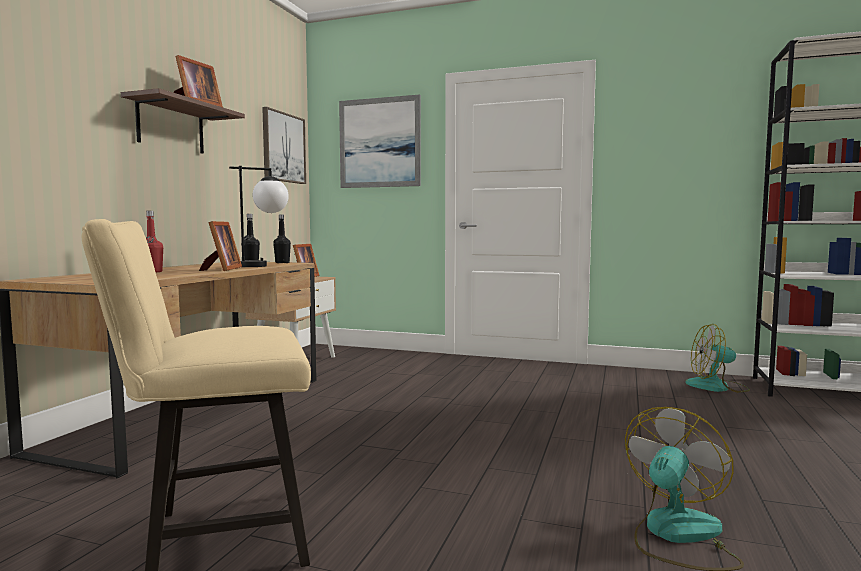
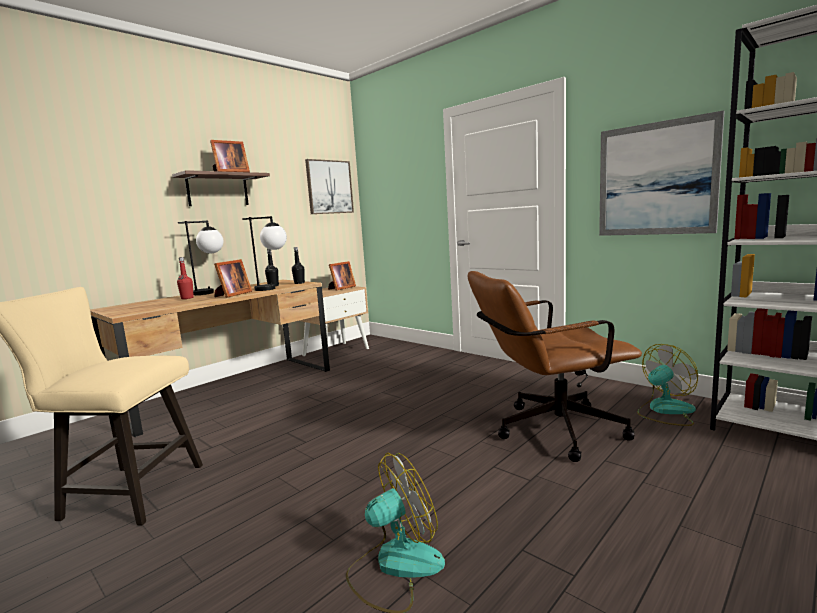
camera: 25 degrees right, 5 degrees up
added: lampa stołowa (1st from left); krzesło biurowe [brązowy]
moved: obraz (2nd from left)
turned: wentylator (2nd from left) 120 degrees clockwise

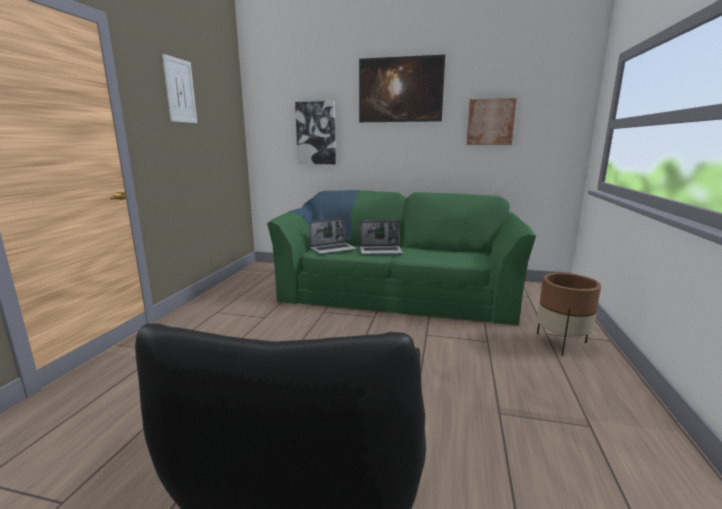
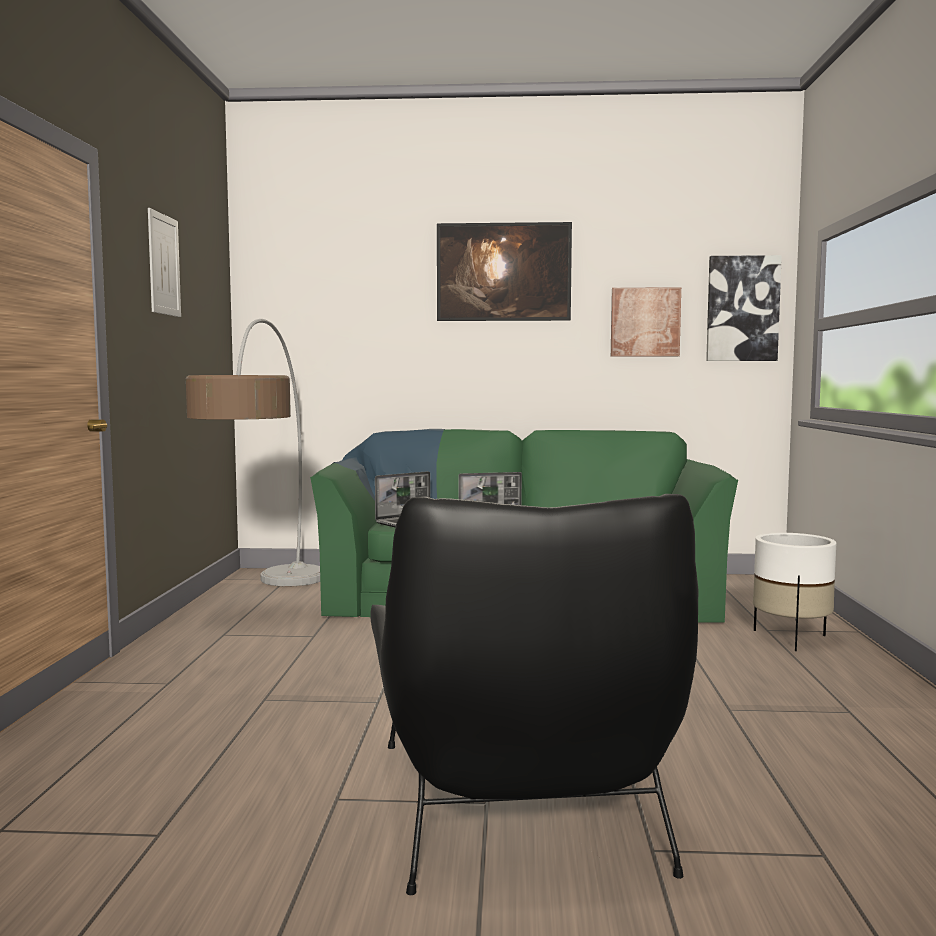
camera: 10 degrees left, 10 degrees down
added: lampa stojąca
moved: obraz (2nd from left in the first image) to obraz (4th from left)
recoloured: donica [brązowy] to donica [biały]

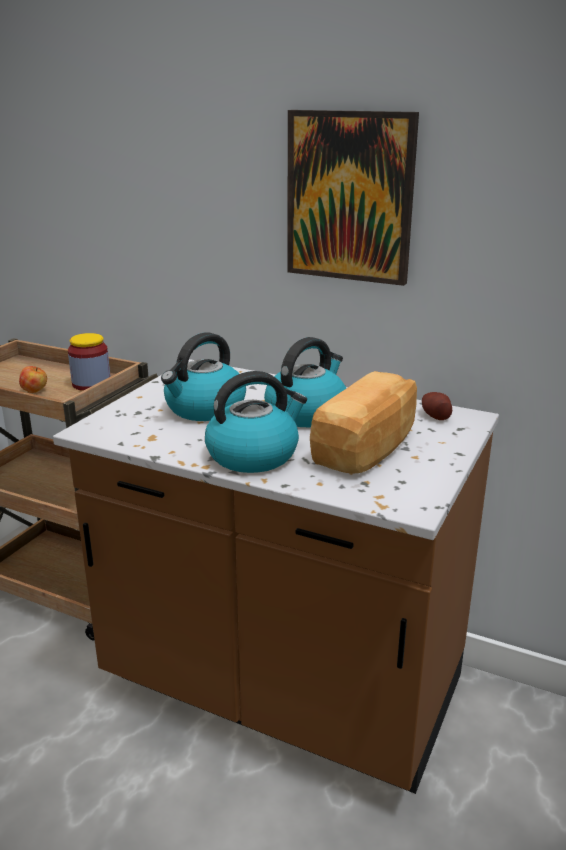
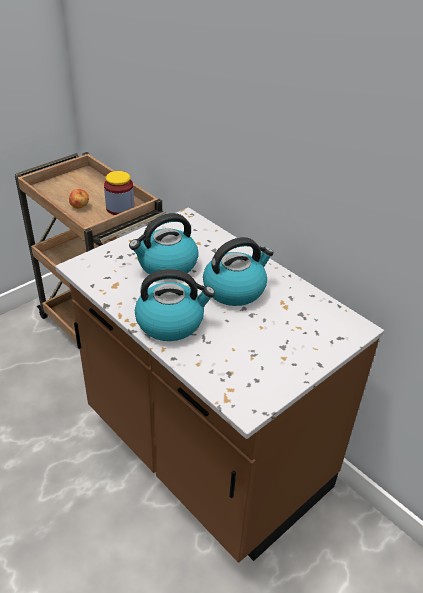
camera: 20 degrees right, 15 degrees up
removed: obraz; chleb; ziemniak

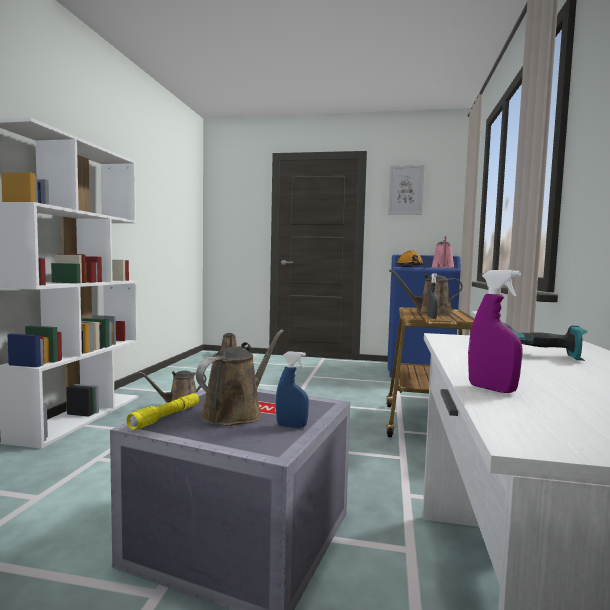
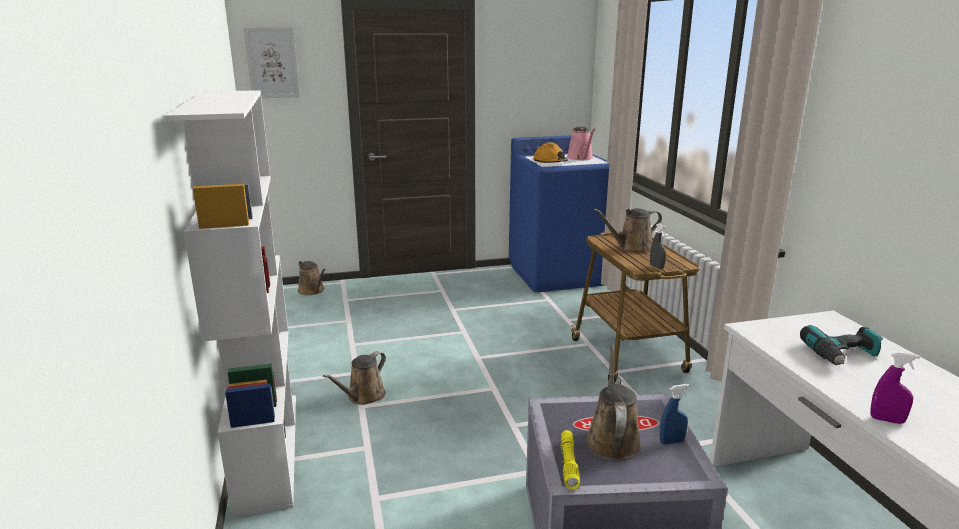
camera: 25 degrees left, 15 degrees up
moved: obraz

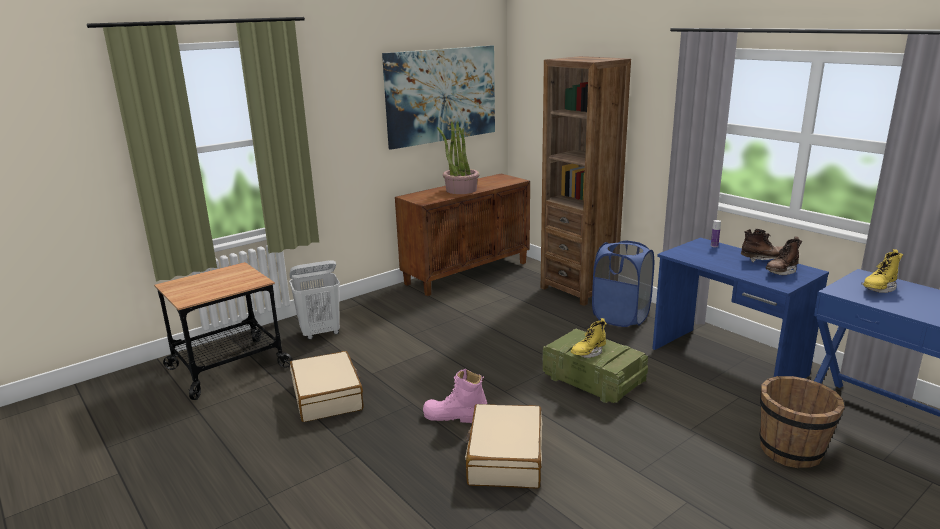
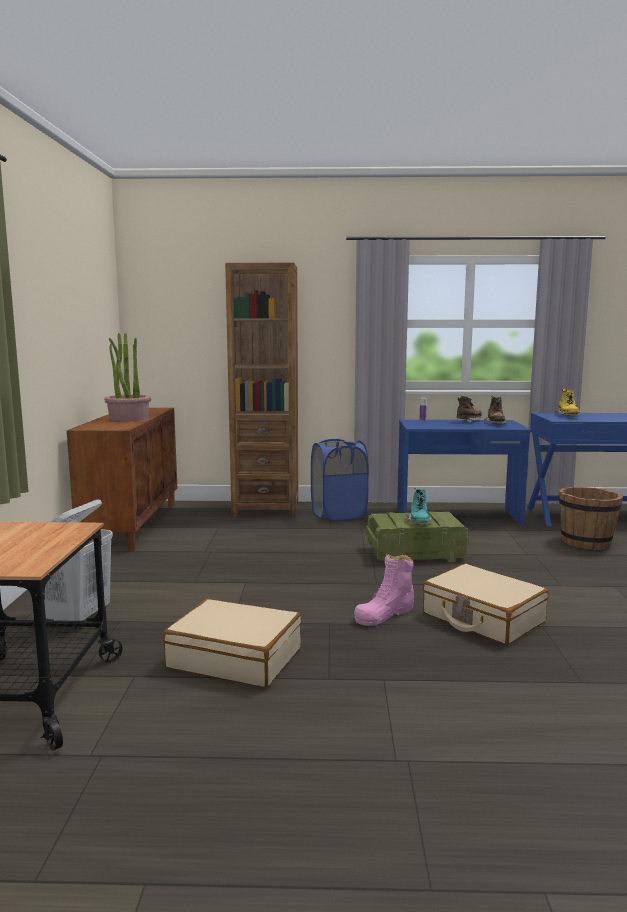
camera: 50 degrees left, 10 degrees down
removed: obraz
recoloured: but z cholewką [żółty] (1st from left) to but z cholewką [turkusowy]

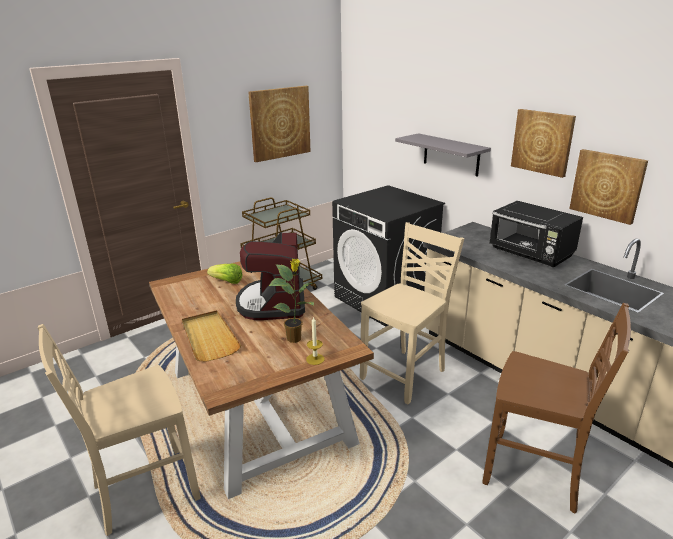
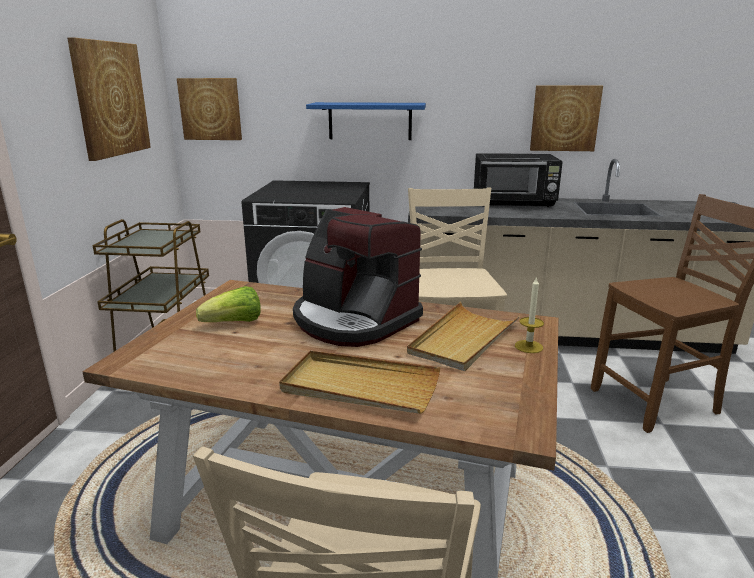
camera: 45 degrees left, 5 degrees down
moved: obraz (2nd from left)
replaced: roślina doniczkowa to taca [beżowy] (2nd from left)
recoloured: półka [szary] to półka [niebieski]

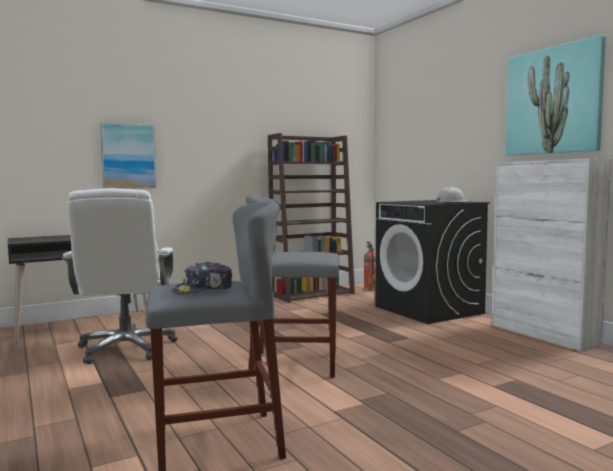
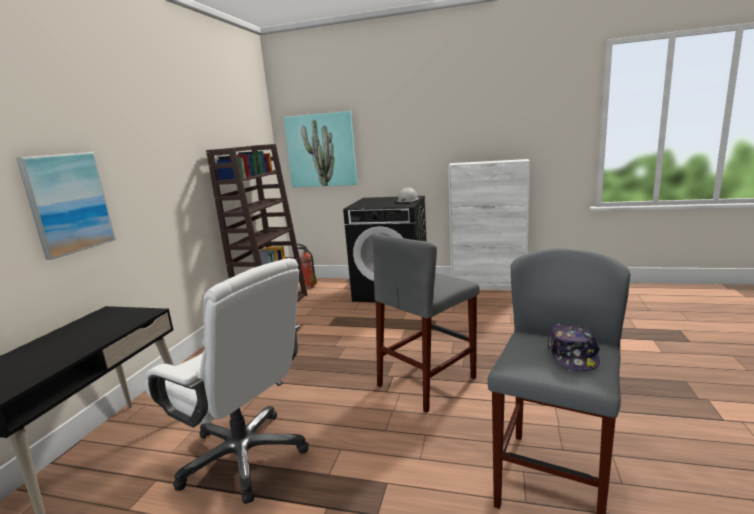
camera: 45 degrees left, 10 degrees up
moved: obraz (2nd from left)

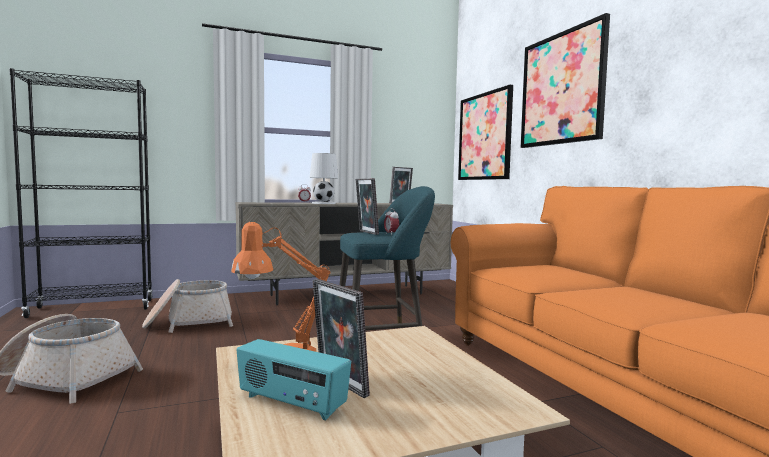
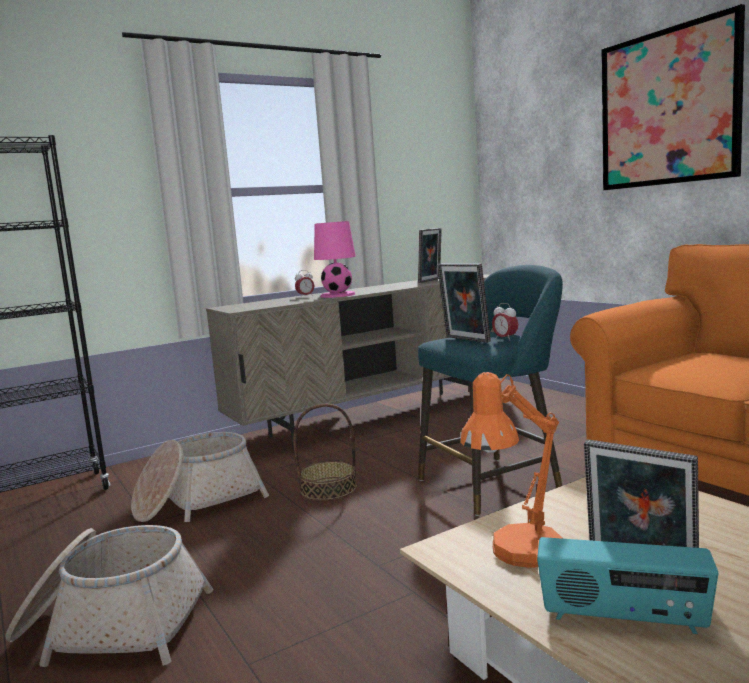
camera: 10 degrees left, 5 degrees up
removed: obraz (1st from left)
added: koszyk (3rd from left)
recoloured: lampa stołowa [biały] to lampa stołowa [różowy]

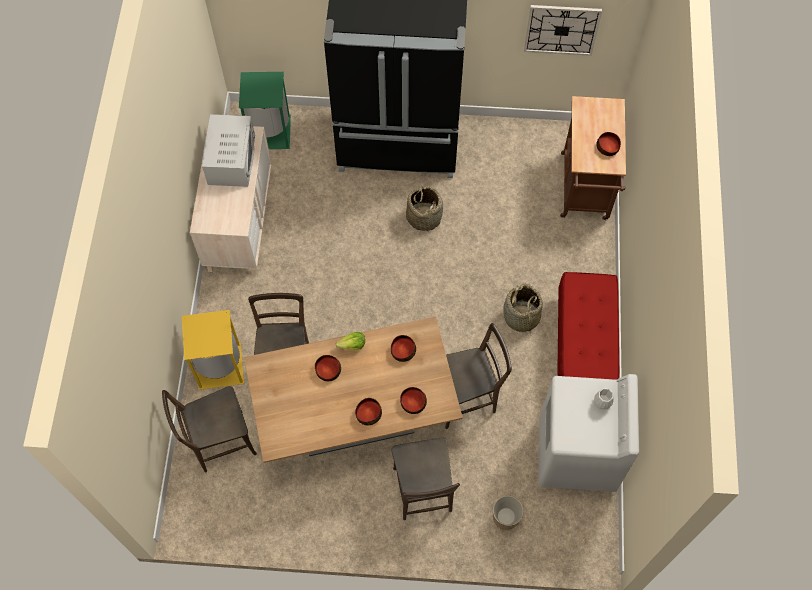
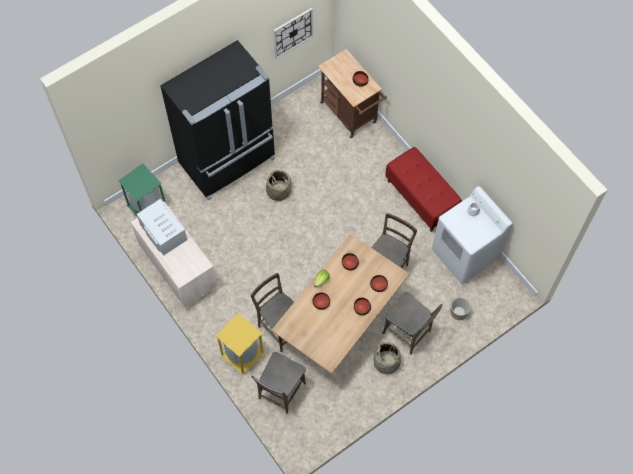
camera: 40 degrees left, 0 degrees up
moved: koszyk (2nd from left)

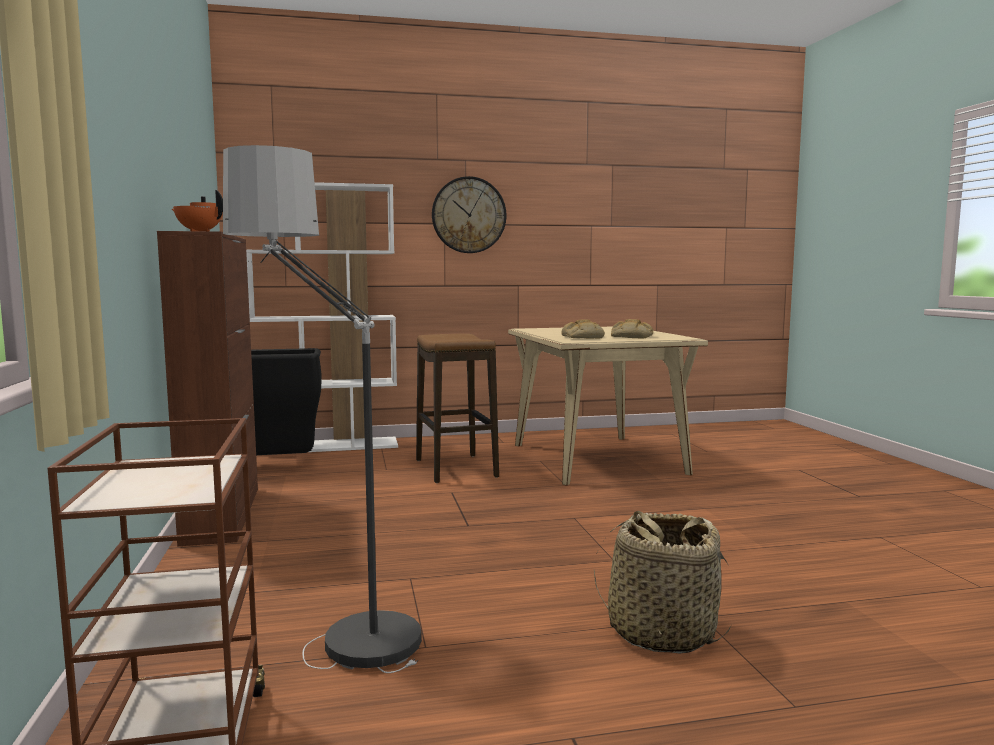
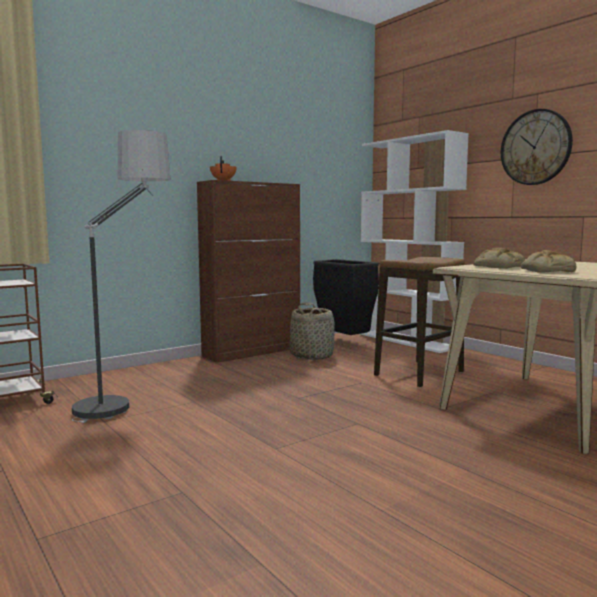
camera: 65 degrees right, 0 degrees up
moved: koszyk

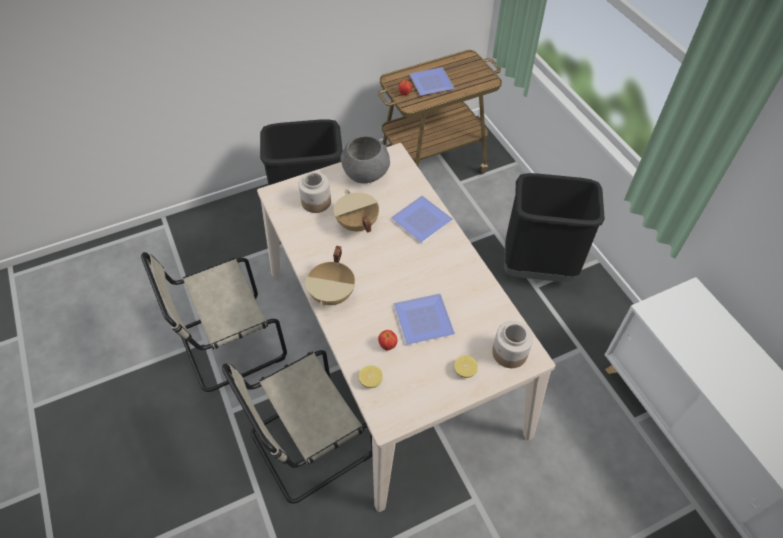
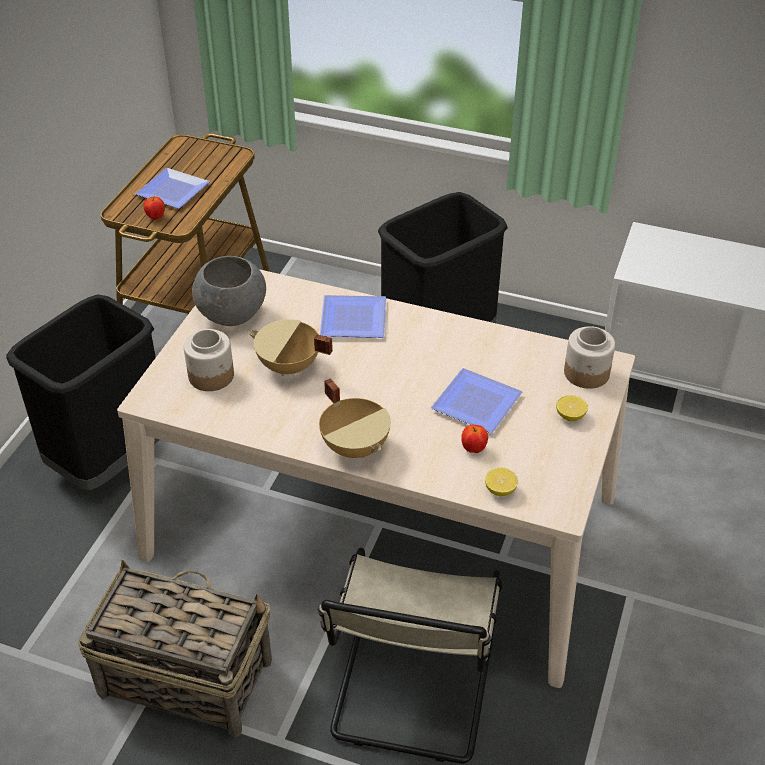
camera: 45 degrees left, 10 degrees down
replaced: krzesło [beżowy] (1st from left) to koszyk

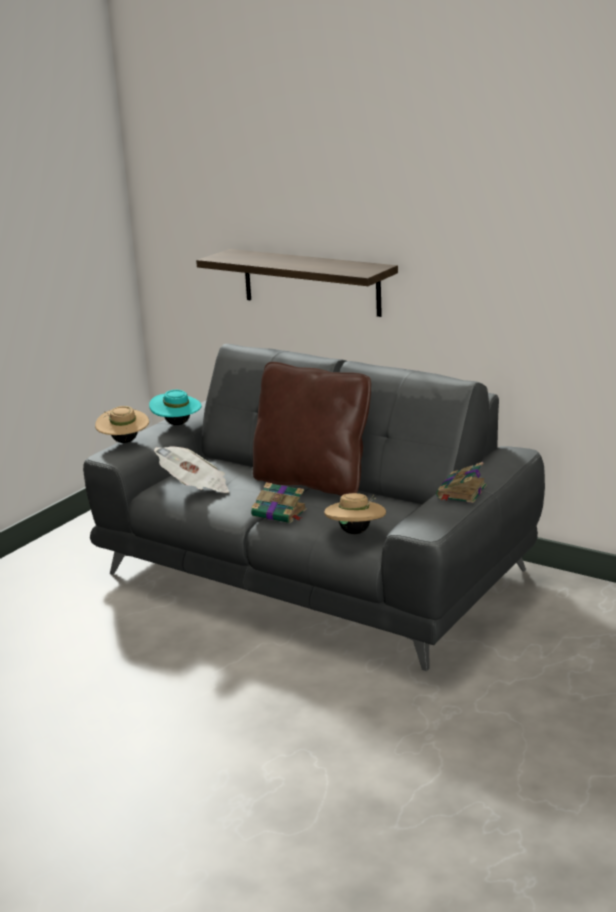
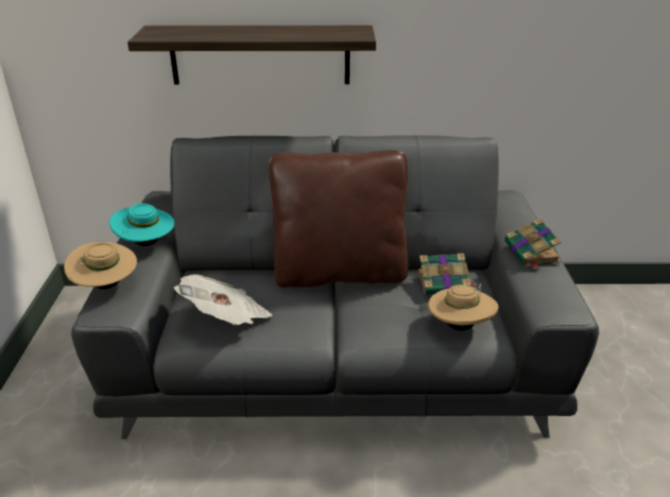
camera: 35 degrees left, 10 degrees up
moved: książka (1st from left)

